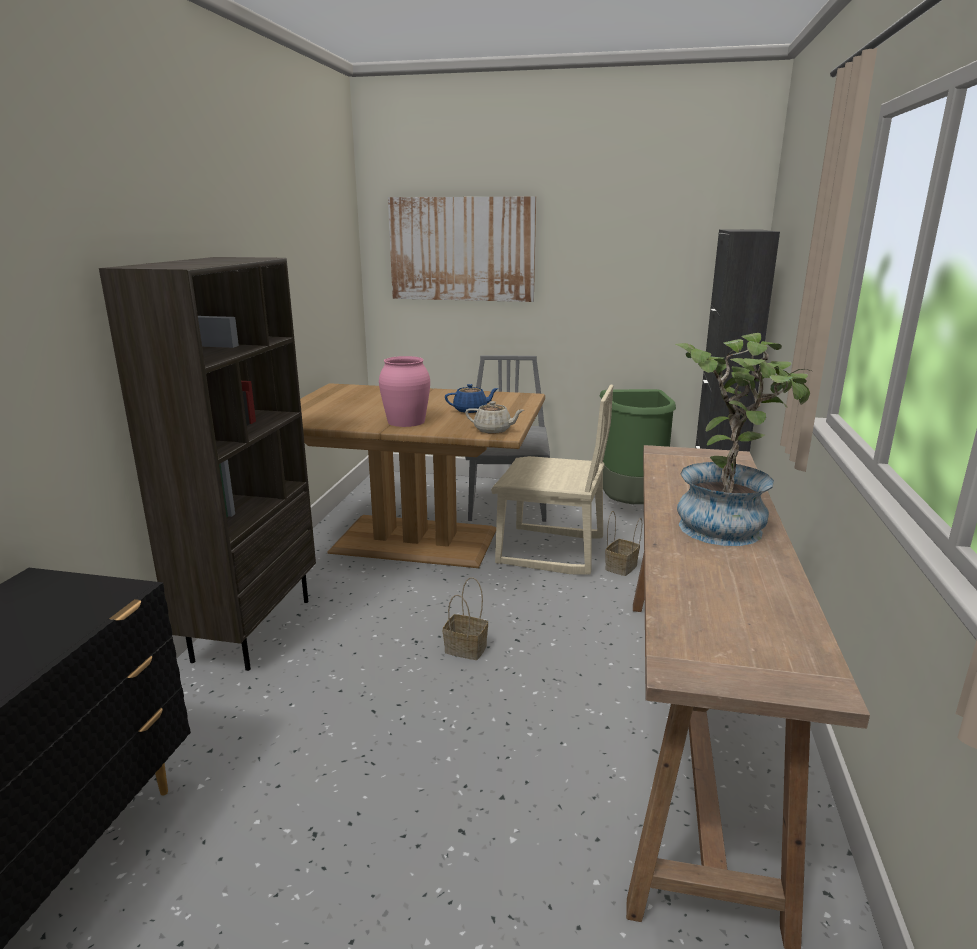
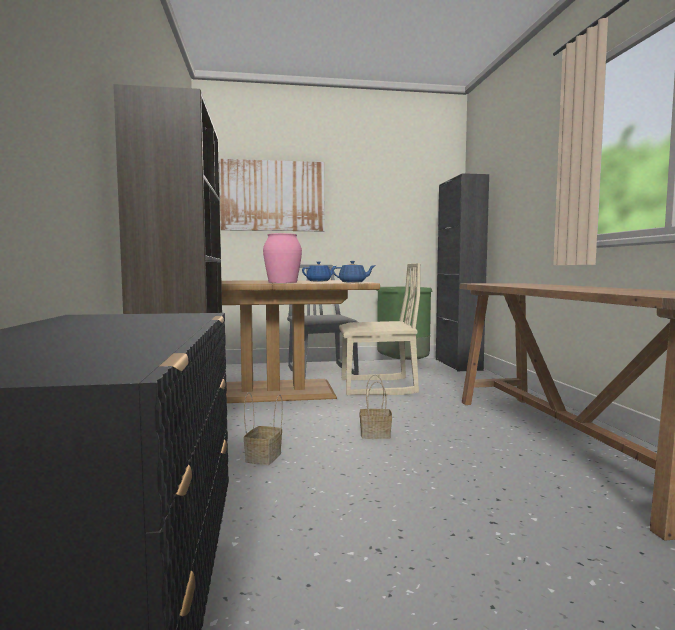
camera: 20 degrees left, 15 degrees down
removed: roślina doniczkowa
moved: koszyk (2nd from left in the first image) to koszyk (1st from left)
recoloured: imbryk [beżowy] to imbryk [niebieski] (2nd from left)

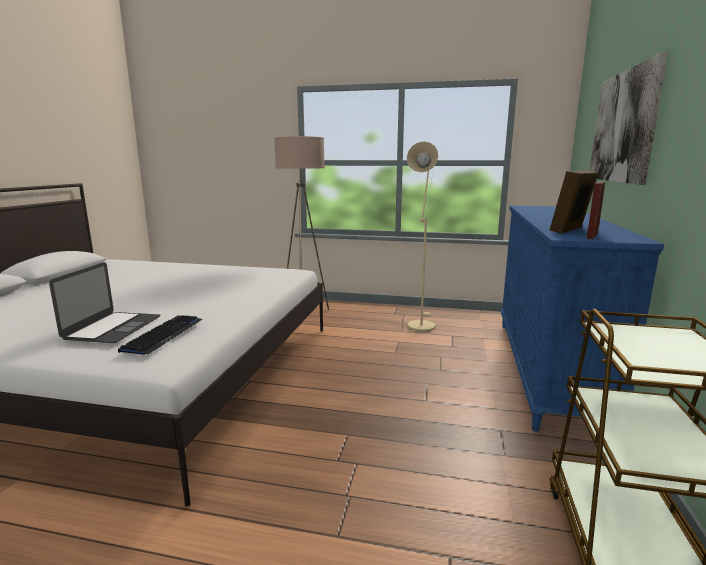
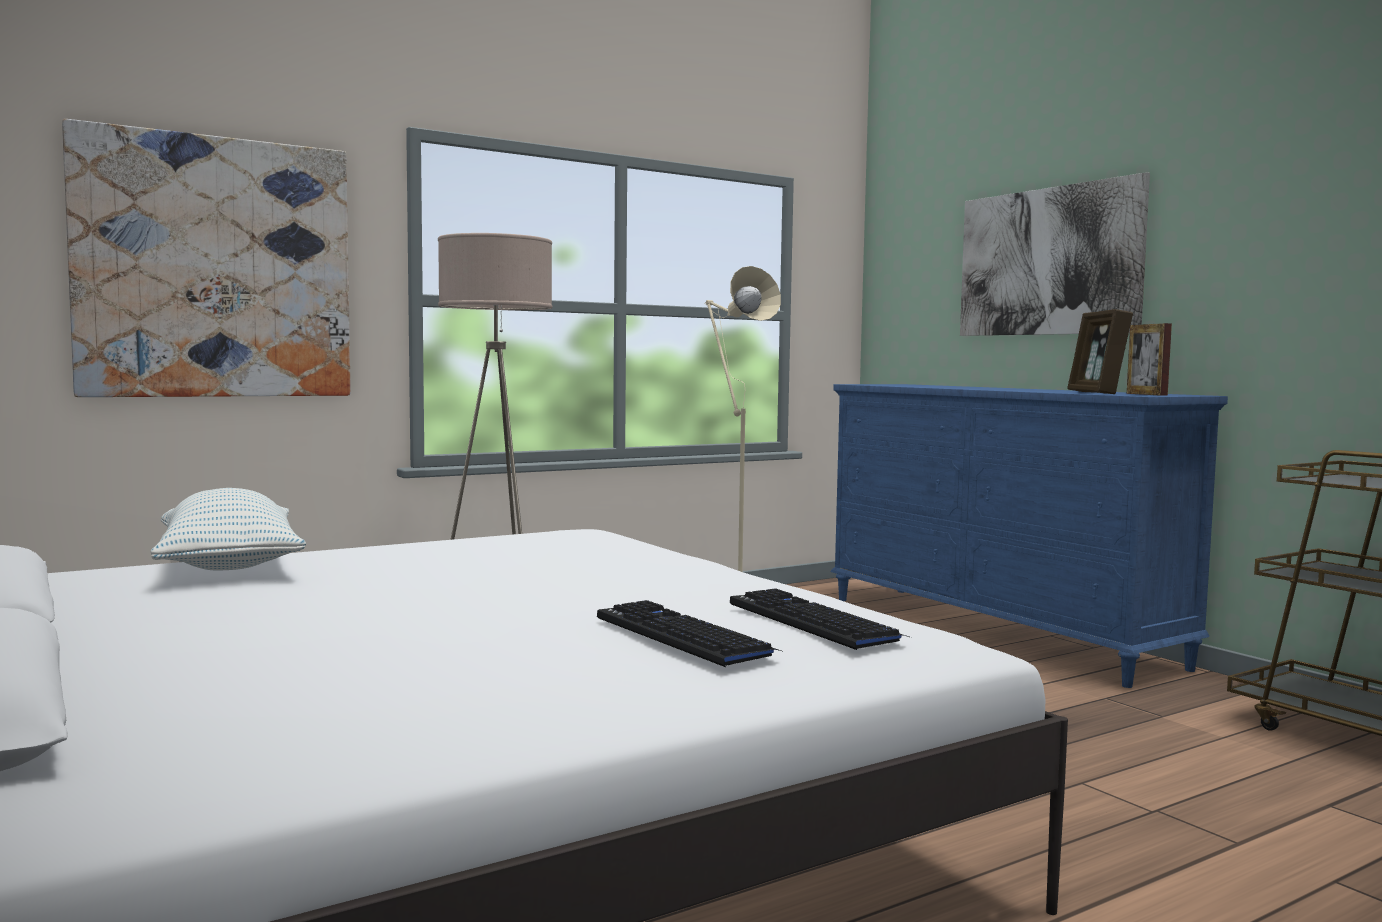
camera: 45 degrees left, 10 degrees down
added: obraz (1st from left); poduszka
replaced: laptop to klawiatura (1st from left)

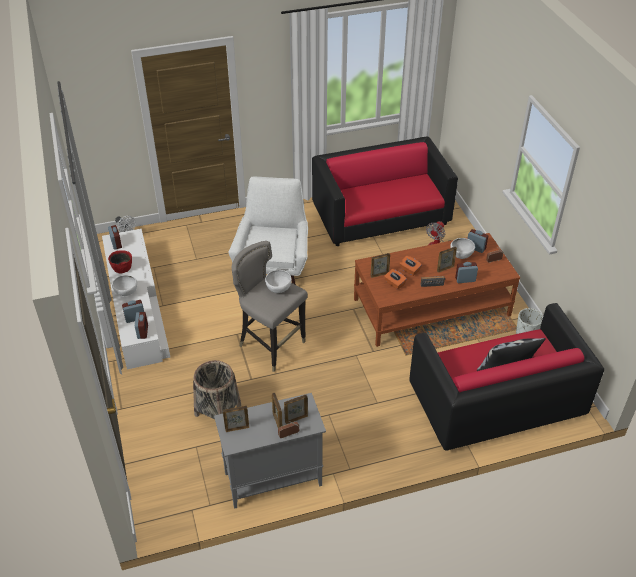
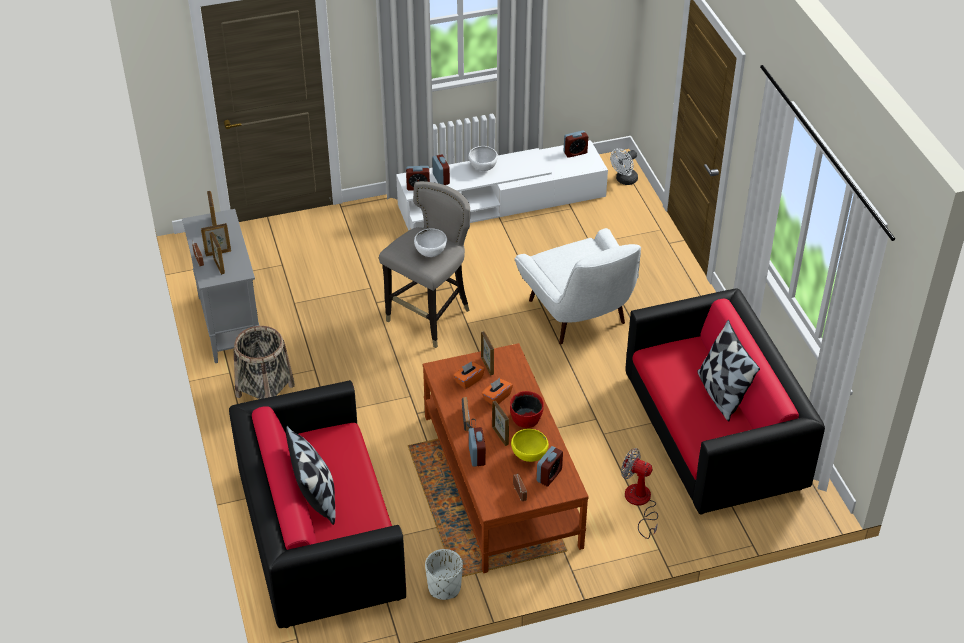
camera: 90 degrees right, 0 degrees up
added: poduszka (2nd from left)
moved: miska [czerwony]; koszyk
recoloured: miska [biały] (3rd from left) to miska [żółty]
turned: fotel [biały] 60 degrees clockwise

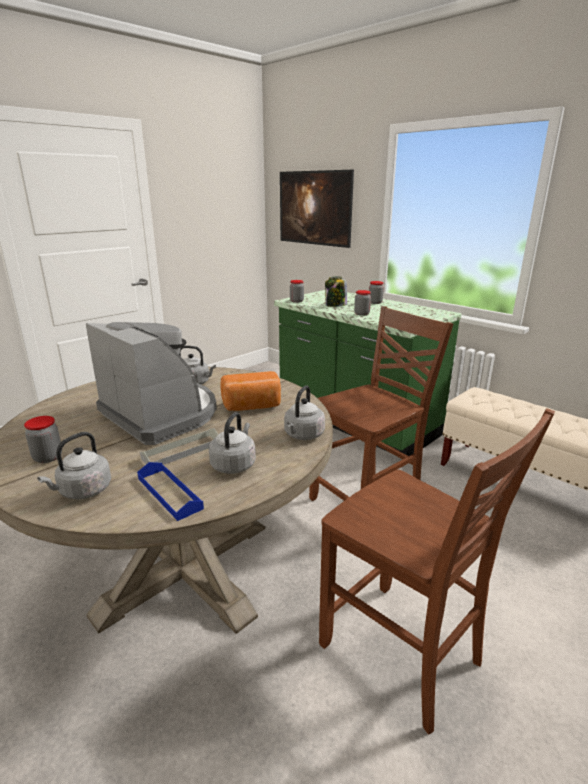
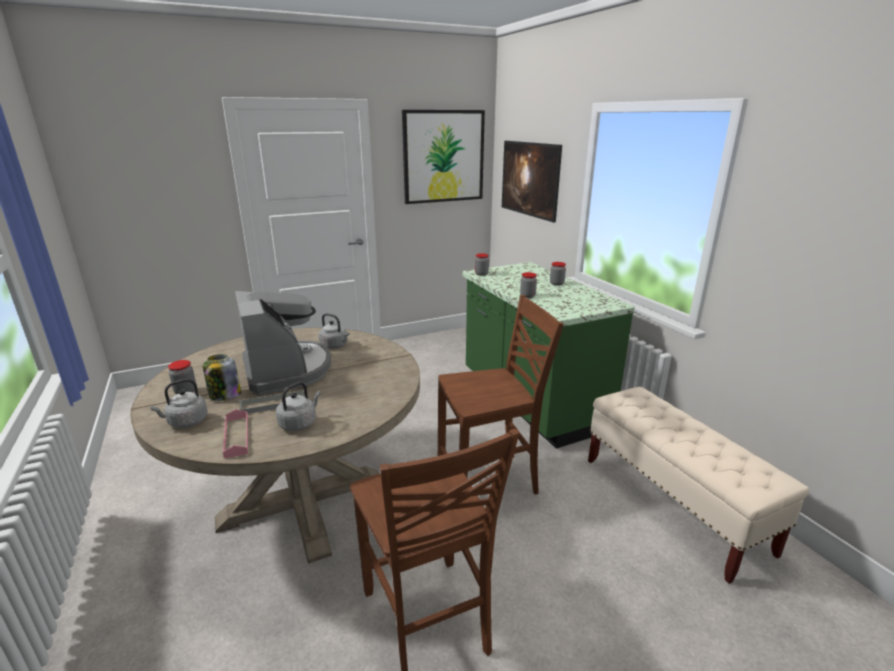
camera: 20 degrees right, 0 degrees up
removed: chleb; czajnik [szary] (4th from left)
added: obraz (1st from left)
moved: słoik (3rd from left in the first image) to słoik (2nd from left)
recoloured: taca [niebieski] to taca [różowy]

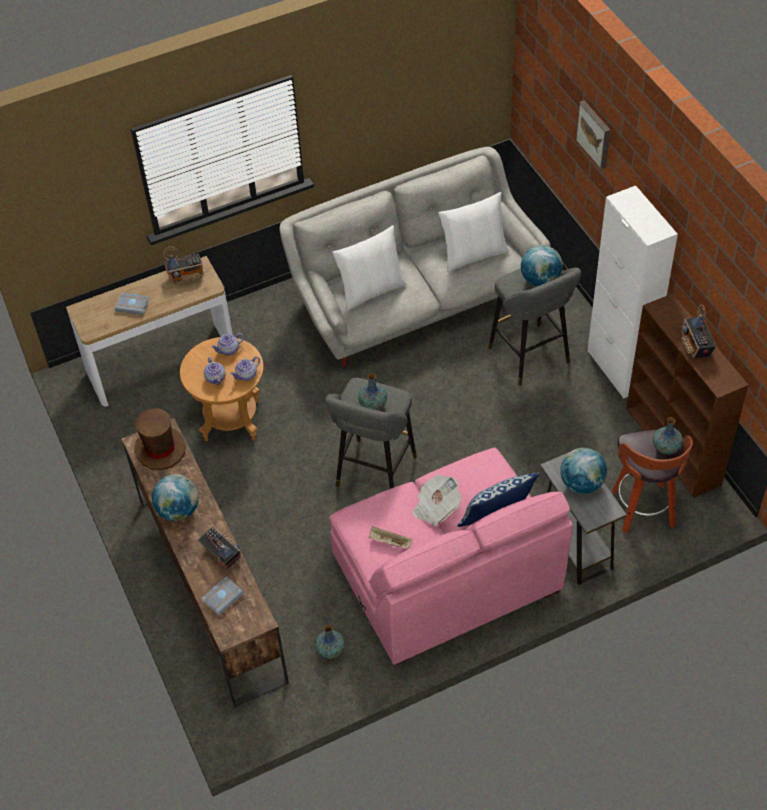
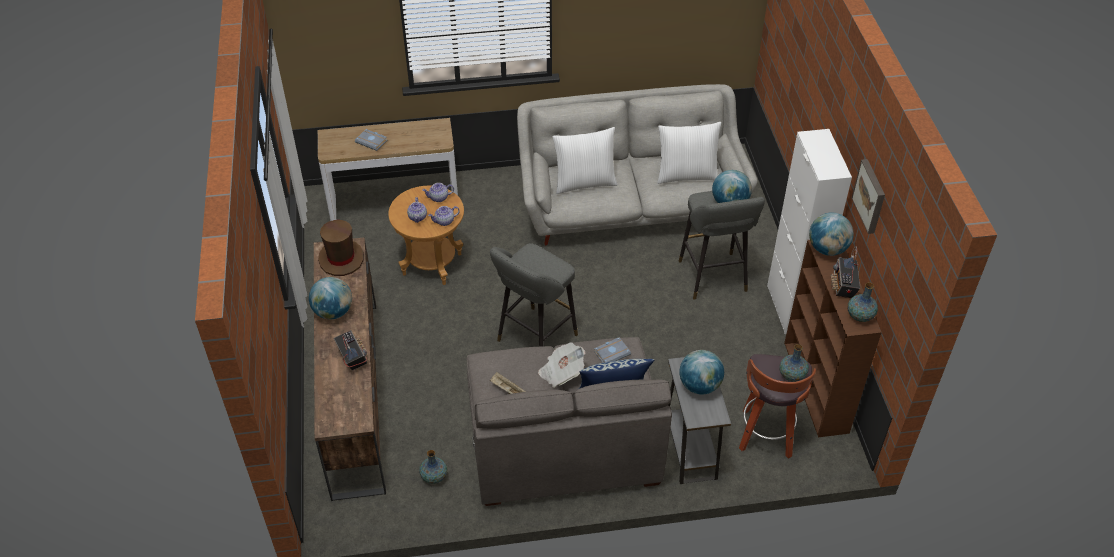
camera: 15 degrees right, 5 degrees down
removed: radio (1st from left)
added: globus (4th from left)
moved: książka [szary] (2nd from left); wazon (2nd from left in the first image) to wazon (3rd from left); obraz
recoloured: kanapa [różowy] to kanapa [szary] (1st from left)

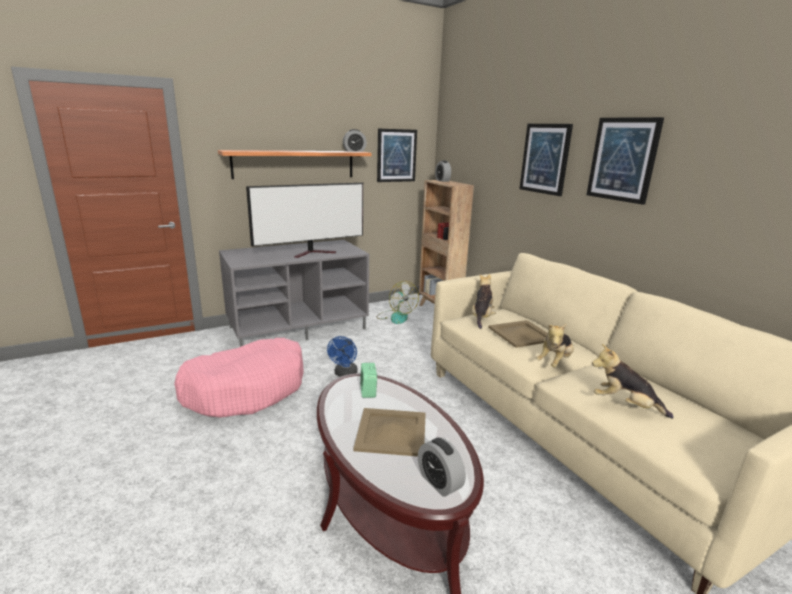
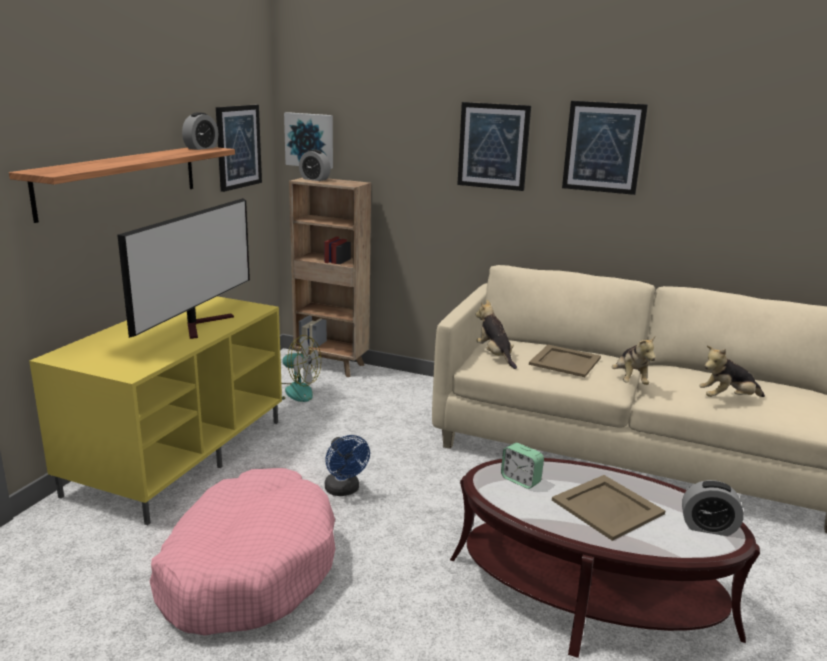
camera: 40 degrees left, 0 degrees up
added: obraz (2nd from left)
recoloured: szafka pod telewizor [szary] to szafka pod telewizor [żółty]

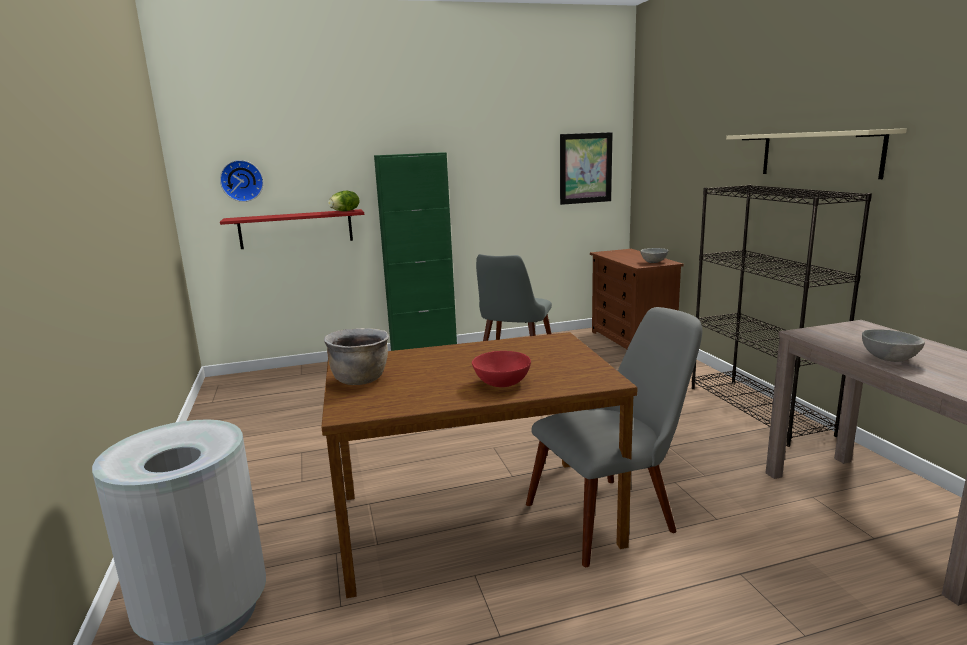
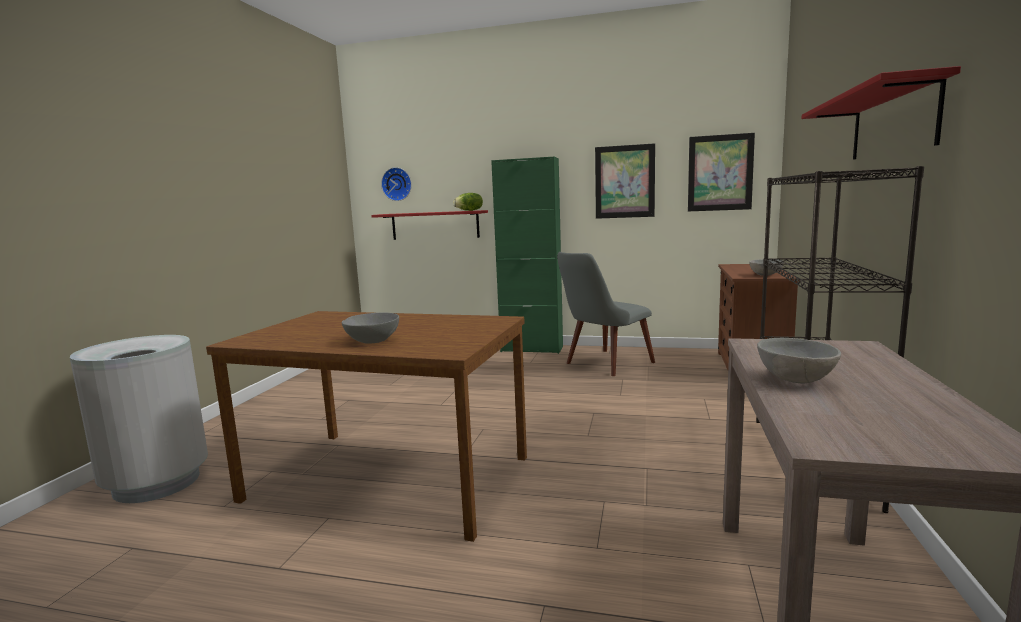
camera: 30 degrees right, 5 degrees down
removed: garnek [brązowy]; krzesło [szary] (2nd from left)
added: obraz (1st from left)
recoloured: miska [czerwony] to miska [szary] (1st from left); półka [beżowy] to półka [czerwony] (2nd from left)

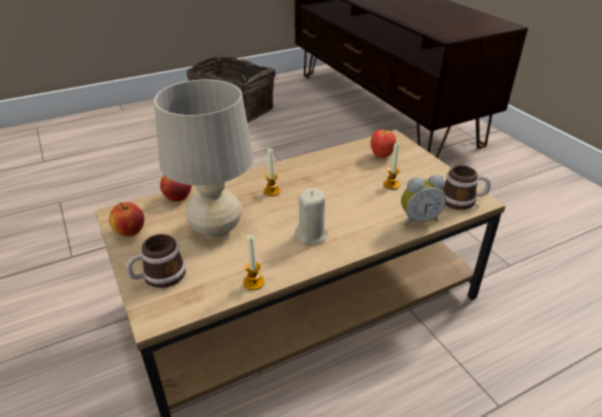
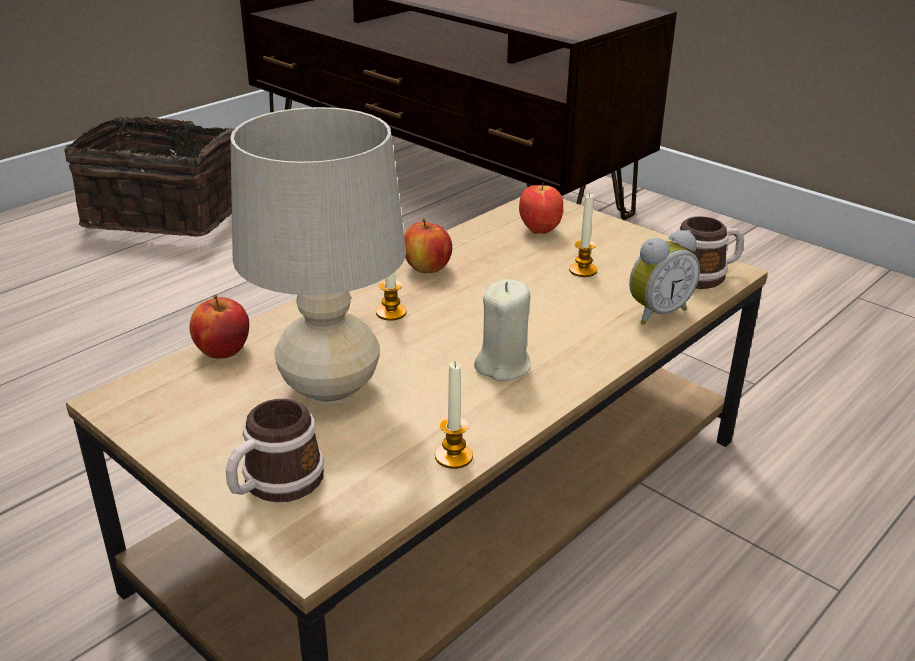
camera: 20 degrees left, 5 degrees down
moved: jabłko (1st from left in the first image) to jabłko (2nd from left)

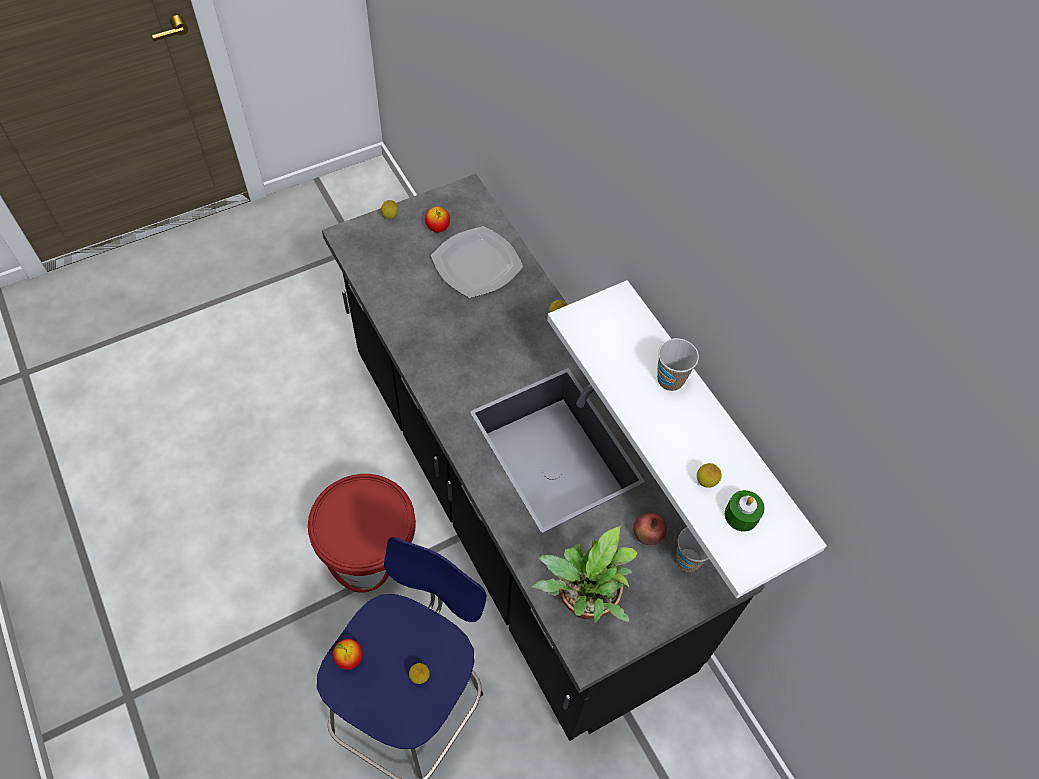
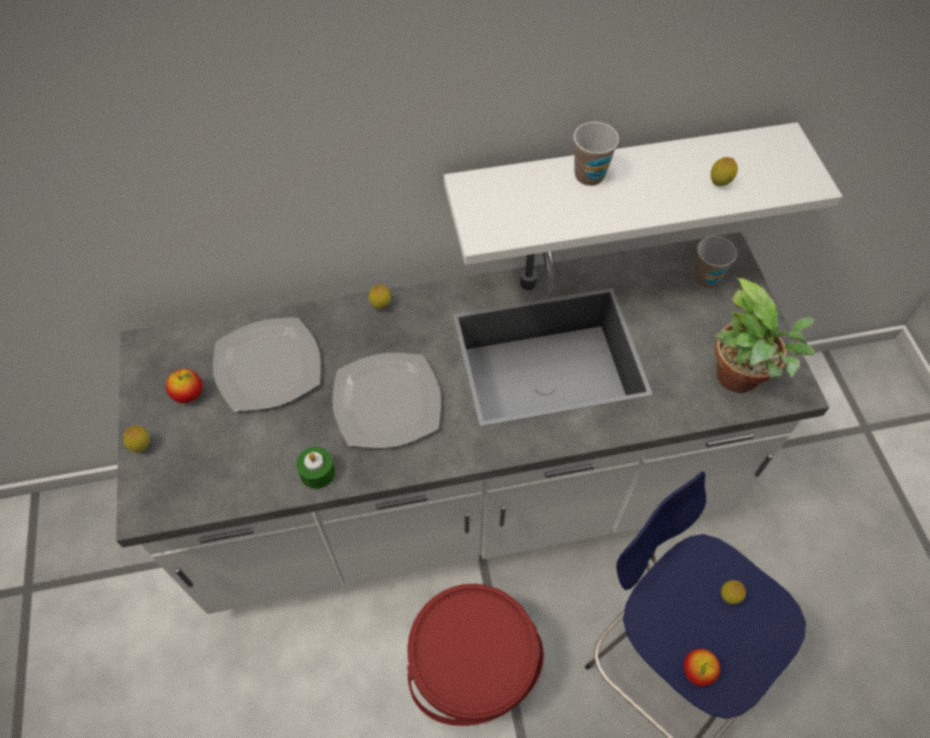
camera: 70 degrees left, 0 degrees up
removed: jabłko (3rd from left)
added: talerz (2nd from left)
moved: świeca [zielony]
recoloured: zabudowa kuchenna [czarny] to zabudowa kuchenna [biały]

